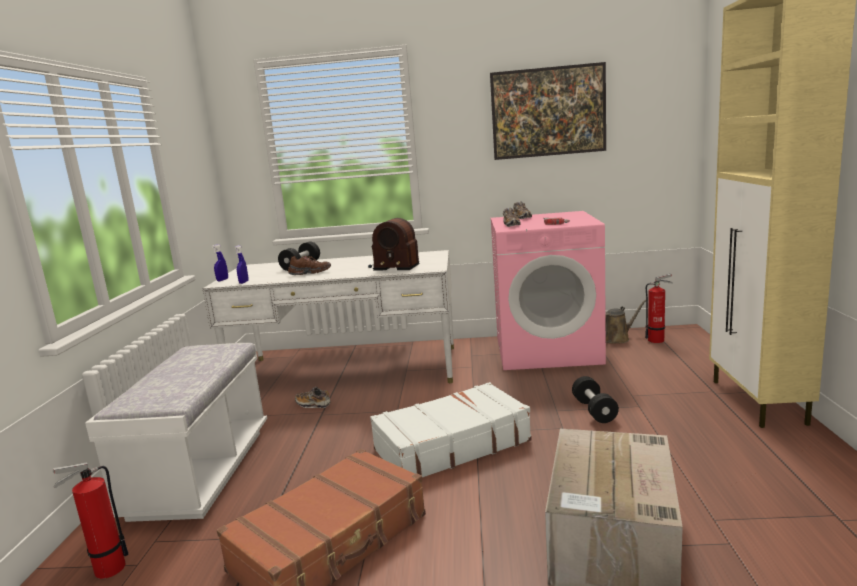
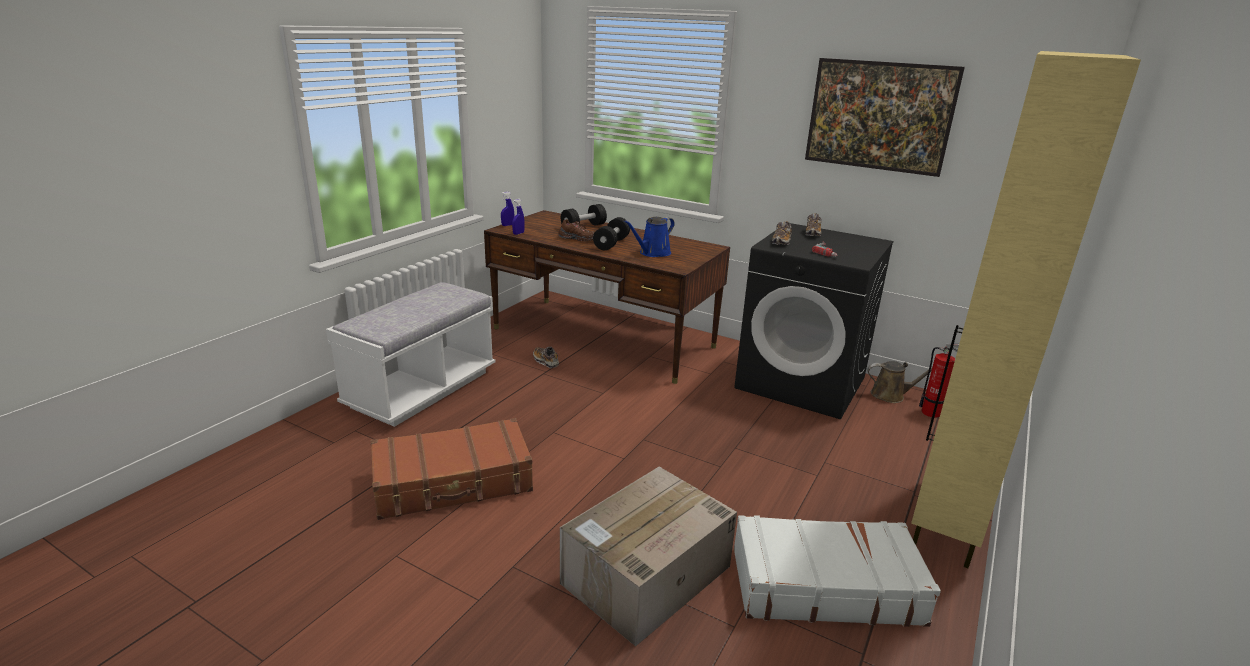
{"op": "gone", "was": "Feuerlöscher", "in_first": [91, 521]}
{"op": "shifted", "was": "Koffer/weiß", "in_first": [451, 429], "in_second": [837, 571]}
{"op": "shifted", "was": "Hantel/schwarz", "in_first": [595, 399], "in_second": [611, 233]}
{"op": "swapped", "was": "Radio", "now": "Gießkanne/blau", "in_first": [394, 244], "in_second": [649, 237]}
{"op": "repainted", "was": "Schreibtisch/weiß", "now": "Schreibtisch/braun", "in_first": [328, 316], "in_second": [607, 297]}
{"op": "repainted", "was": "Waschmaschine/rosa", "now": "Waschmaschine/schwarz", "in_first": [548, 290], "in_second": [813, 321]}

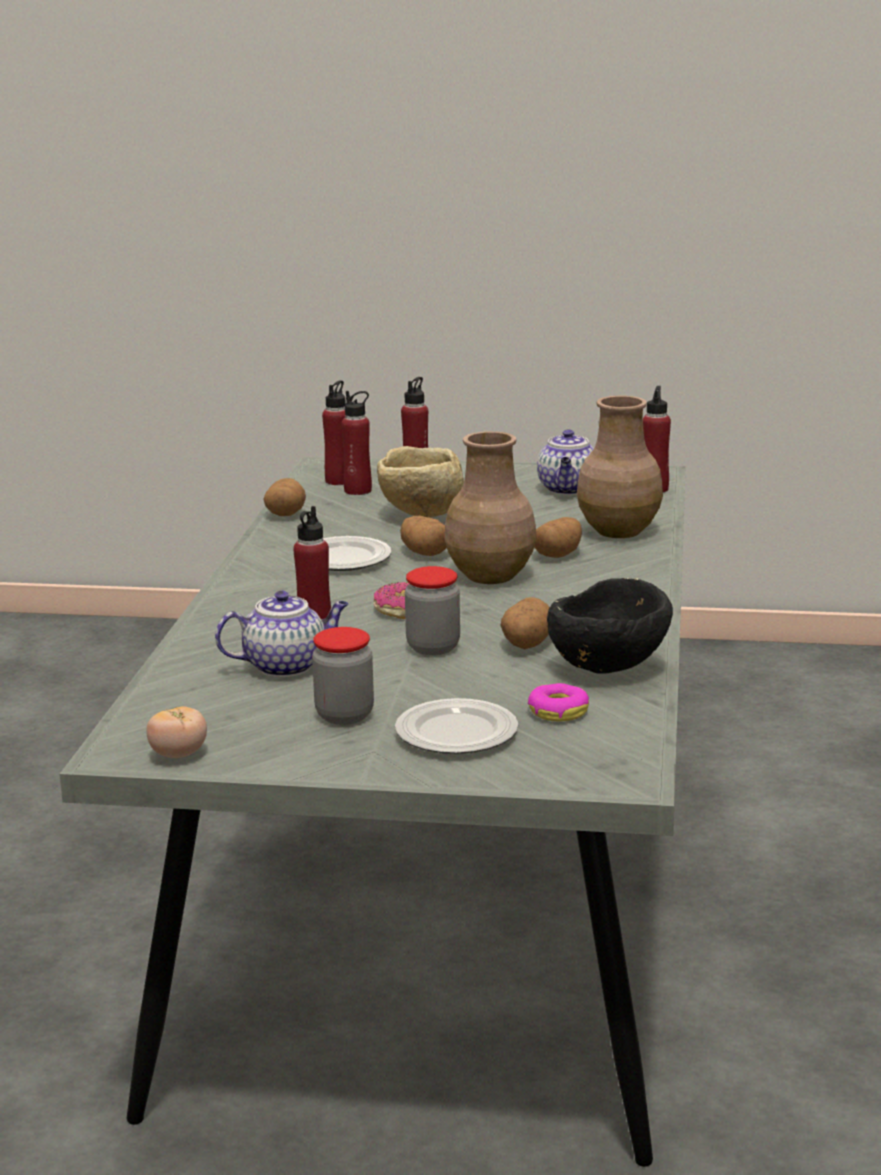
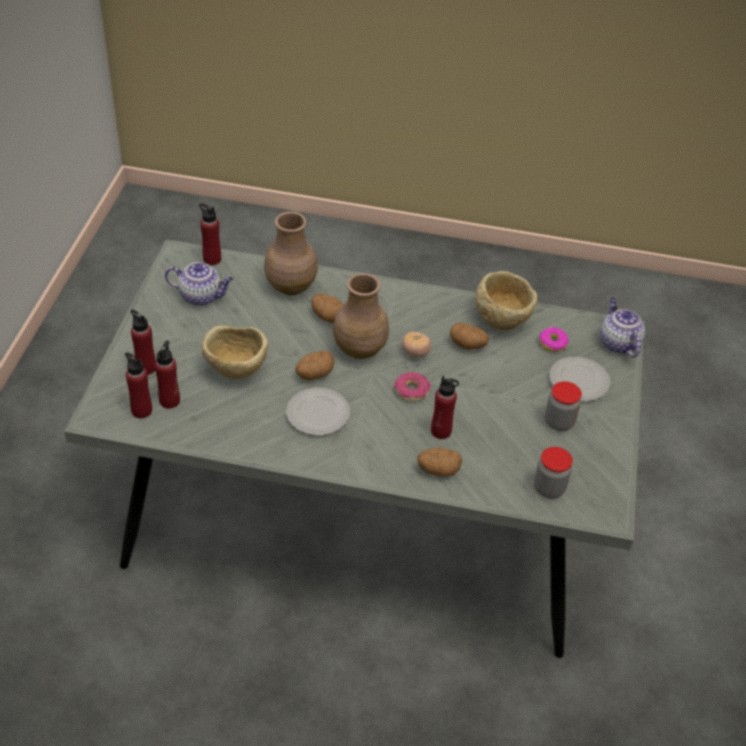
{"op": "shifted", "was": "Tomate", "in_first": [176, 732], "in_second": [416, 345]}
{"op": "shifted", "was": "Teekanne", "in_first": [281, 634], "in_second": [622, 327]}
{"op": "shifted", "was": "Kartoffel", "in_first": [284, 497], "in_second": [439, 462]}
{"op": "shifted", "was": "Vorratsglas", "in_first": [432, 610], "in_second": [553, 473]}
{"op": "repainted", "was": "Schüssel/schwarz", "now": "Schüssel/beige", "in_first": [610, 626], "in_second": [506, 300]}

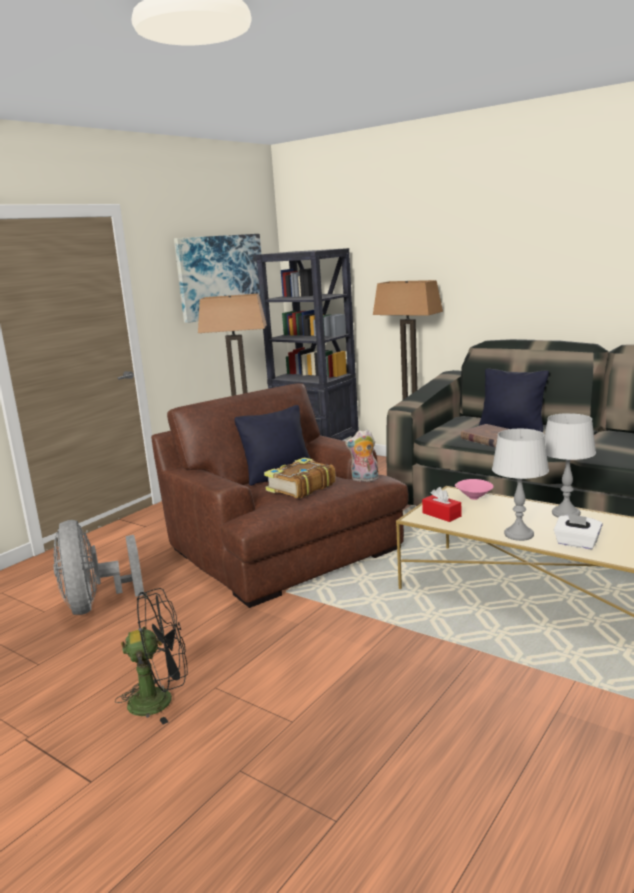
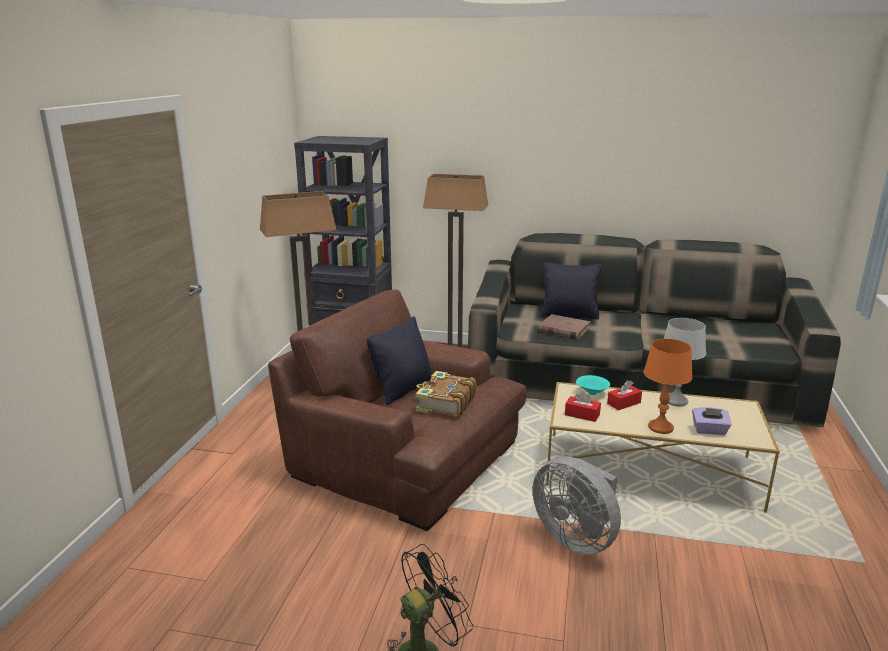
{"op": "gone", "was": "Bild", "in_first": [217, 278]}
{"op": "gone", "was": "Plüschtier", "in_first": [362, 455]}
{"op": "new", "now": "Taschentuchbox/rot", "in_second": [624, 395]}
{"op": "shifted", "was": "Ventilator/grau", "in_first": [98, 567], "in_second": [577, 506]}
{"op": "repainted", "was": "Schüssel/rosa", "now": "Schüssel/türkis", "in_first": [474, 489], "in_second": [593, 385]}
{"op": "repainted", "was": "Tischlampe/grau", "now": "Tischlampe/orange", "in_first": [520, 485], "in_second": [668, 386]}
{"op": "repainted", "was": "Taschentuchbox/weiß", "now": "Taschentuchbox/lila", "in_first": [578, 531], "in_second": [712, 421]}

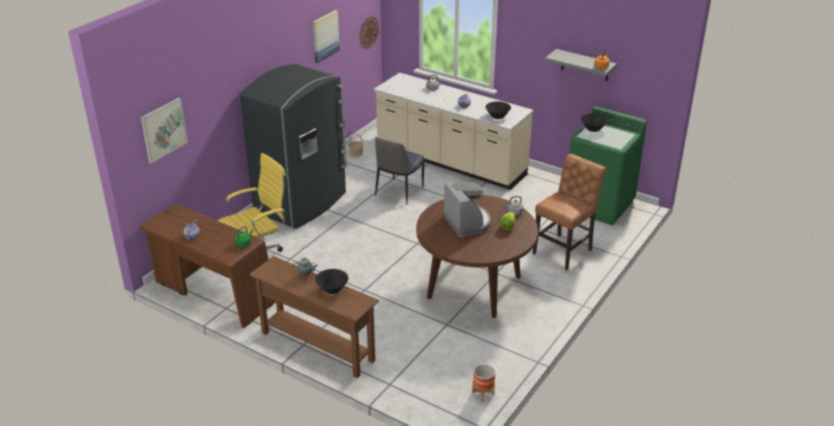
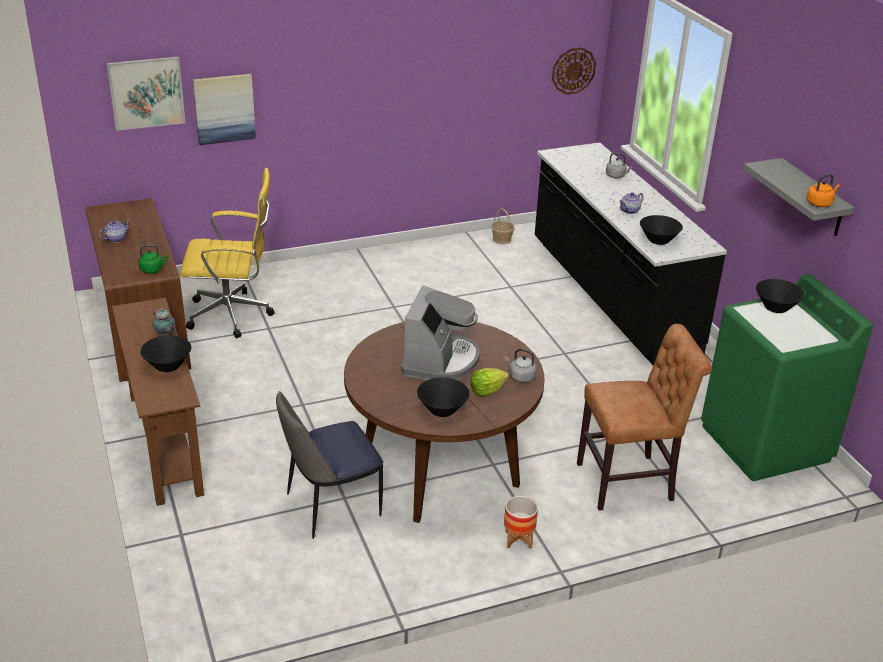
{"op": "gone", "was": "Kühlschrank/grau", "in_first": [293, 146]}
{"op": "new", "now": "Schüssel/schwarz", "in_second": [443, 397]}
{"op": "shifted", "was": "Bild", "in_first": [326, 36], "in_second": [224, 109]}
{"op": "shifted", "was": "Stuhl", "in_first": [399, 171], "in_second": [329, 465]}
{"op": "shifted", "was": "Pflanzkübel", "in_first": [483, 382], "in_second": [521, 522]}
{"op": "repainted", "was": "Küchenzeile/beige", "now": "Küchenzeile/schwarz", "in_first": [453, 131], "in_second": [631, 254]}

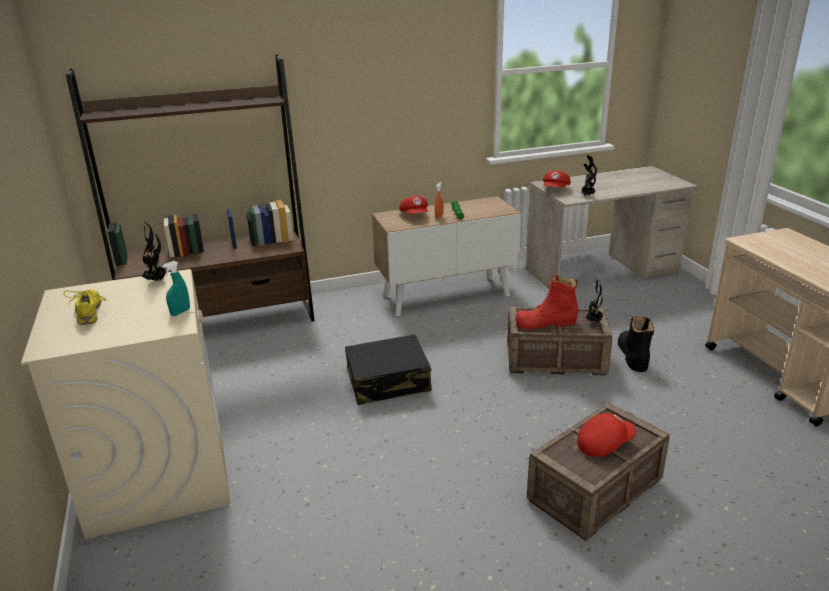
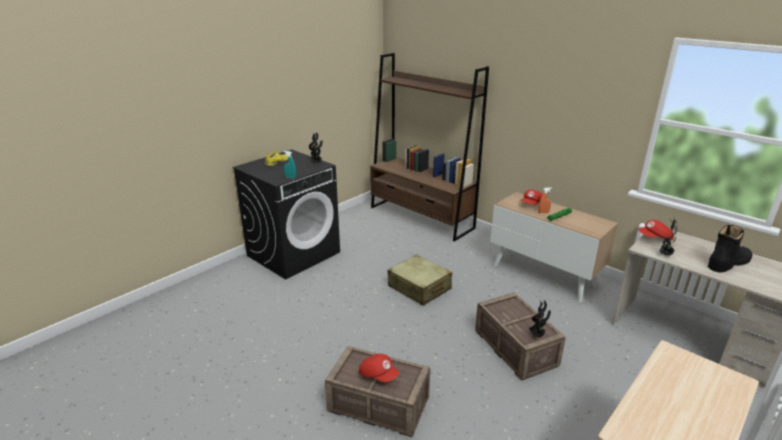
{"op": "gone", "was": "Stiefel/rot", "in_first": [546, 302]}
{"op": "shifted", "was": "Stiefel/schwarz", "in_first": [636, 344], "in_second": [730, 248]}
{"op": "repainted", "was": "Waschmaschine/beige", "now": "Waschmaschine/schwarz", "in_first": [125, 404], "in_second": [286, 214]}
{"op": "repainted", "was": "Koffer/schwarz", "now": "Koffer/beige", "in_first": [388, 369], "in_second": [420, 280]}

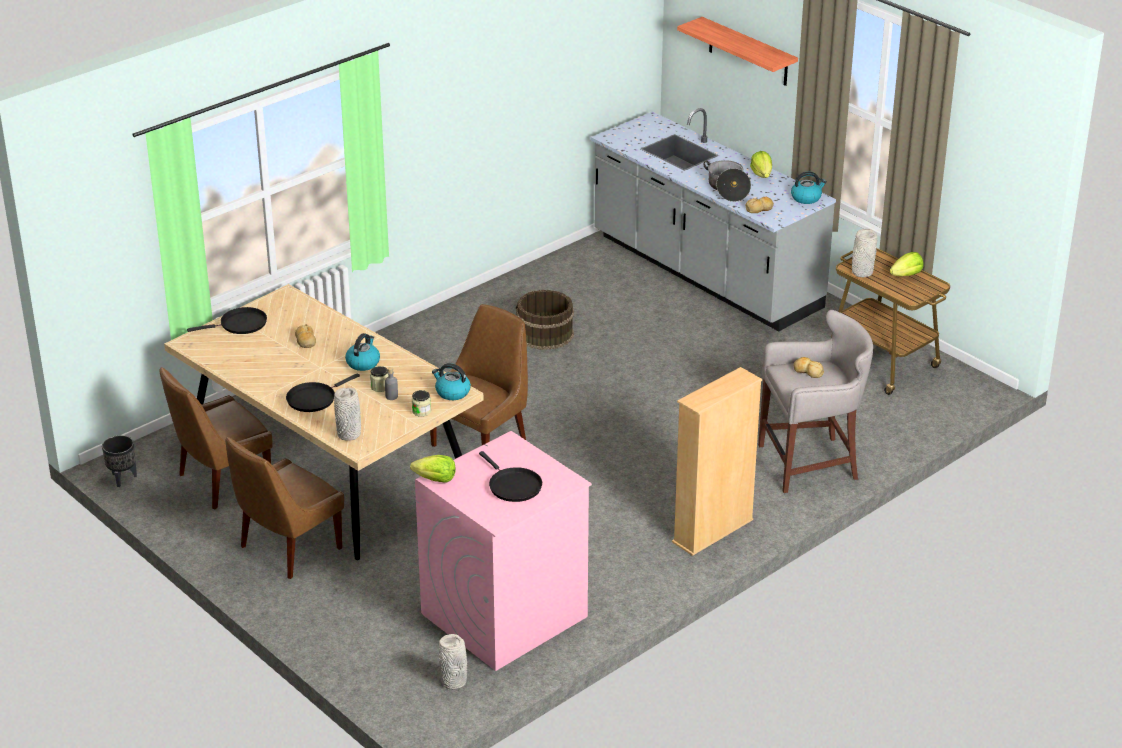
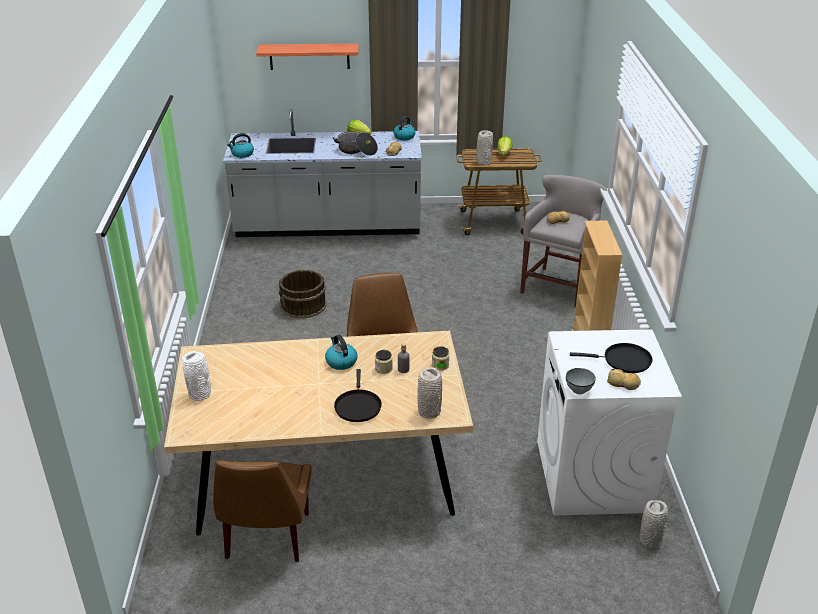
{"op": "gone", "was": "Pflanzkübel/schwarz", "in_first": [119, 461]}
{"op": "gone", "was": "Stuhl/braun", "in_first": [284, 508]}
{"op": "shifted", "was": "Brot", "in_first": [305, 336], "in_second": [624, 379]}
{"op": "shifted", "was": "Wasserkessel", "in_first": [451, 381], "in_second": [240, 145]}
{"op": "swapped", "was": "Pfanne/schwarz", "now": "Vase/weiß", "in_first": [227, 320], "in_second": [196, 376]}
{"op": "swapped", "was": "Salatkopf", "now": "Schüssel/grau", "in_first": [433, 469], "in_second": [581, 381]}
{"op": "repainted", "was": "Waschmaschine/rosa", "now": "Waschmaschine/weiß", "in_first": [503, 551], "in_second": [609, 422]}

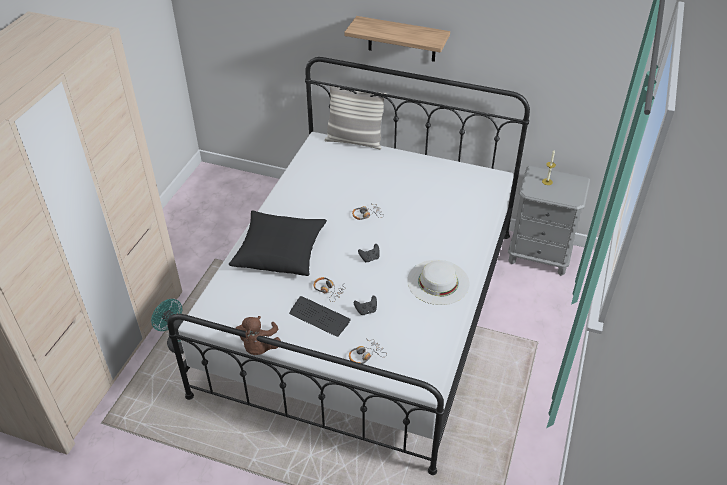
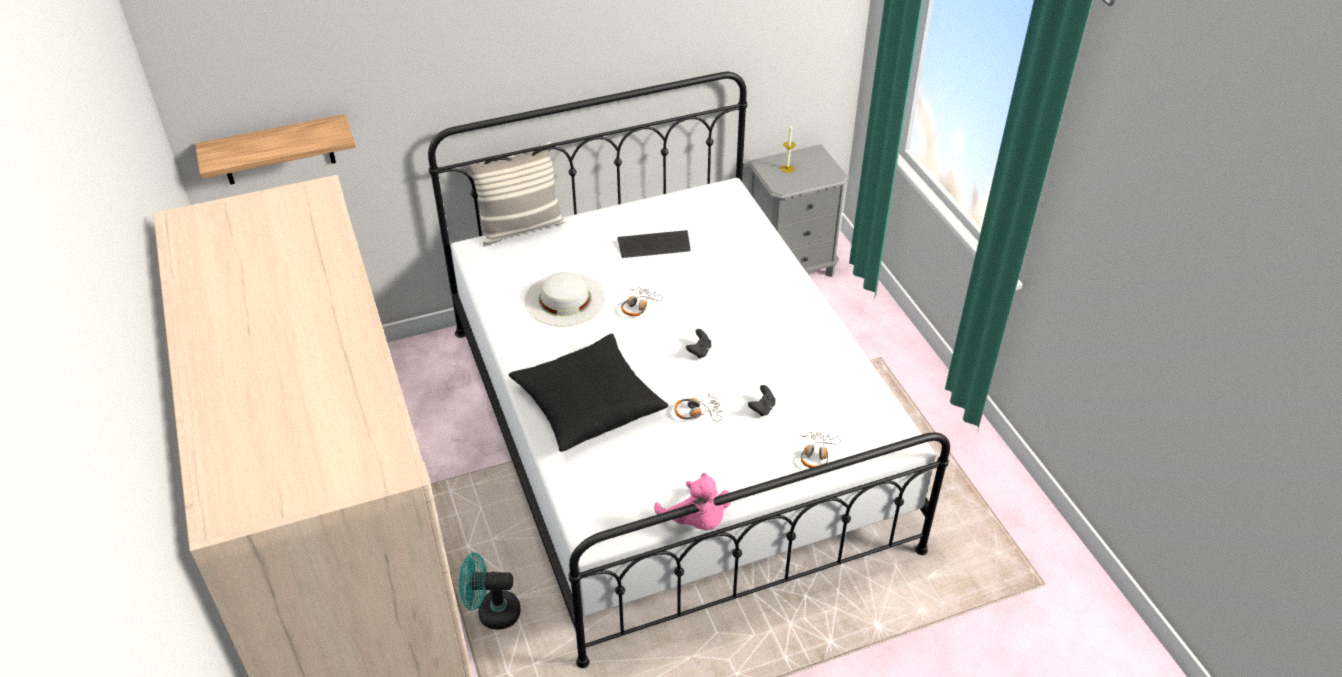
{"op": "shifted", "was": "Tastatur", "in_first": [320, 316], "in_second": [653, 244]}
{"op": "shifted", "was": "Wandregal", "in_first": [397, 39], "in_second": [275, 149]}
{"op": "shifted", "was": "Hut/weiß", "in_first": [438, 282], "in_second": [565, 299]}
{"op": "repainted", "was": "Plüschtier/braun", "now": "Plüschtier/rosa", "in_first": [258, 335], "in_second": [692, 501]}

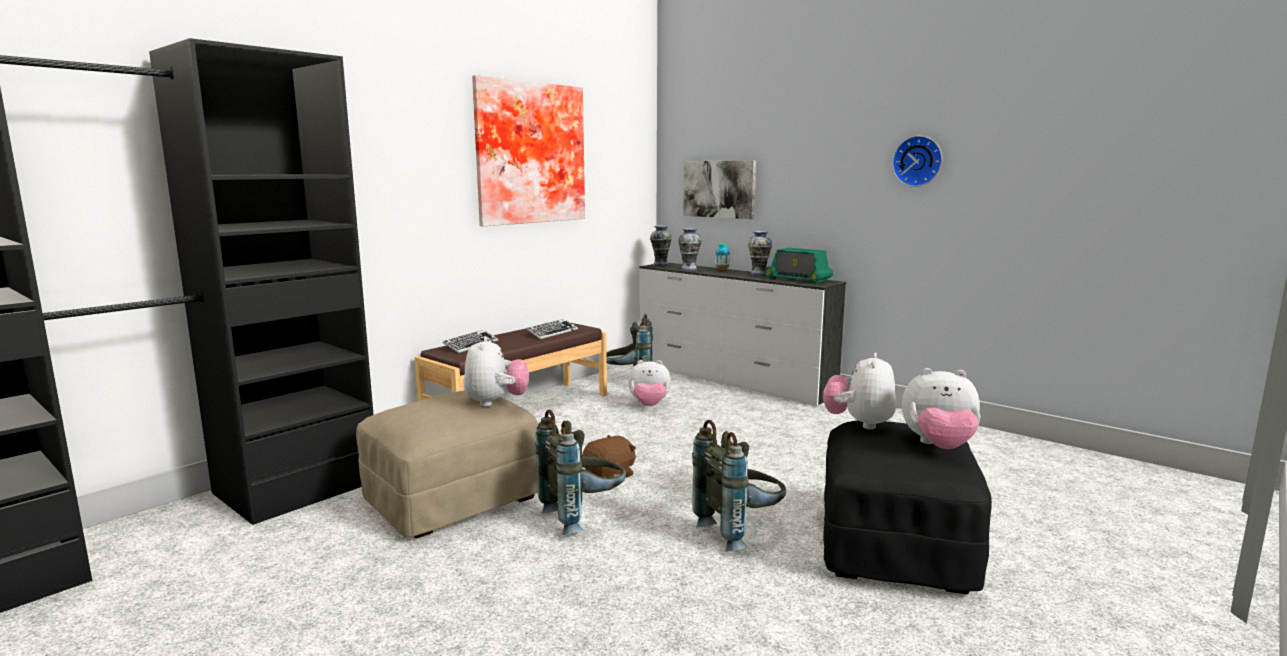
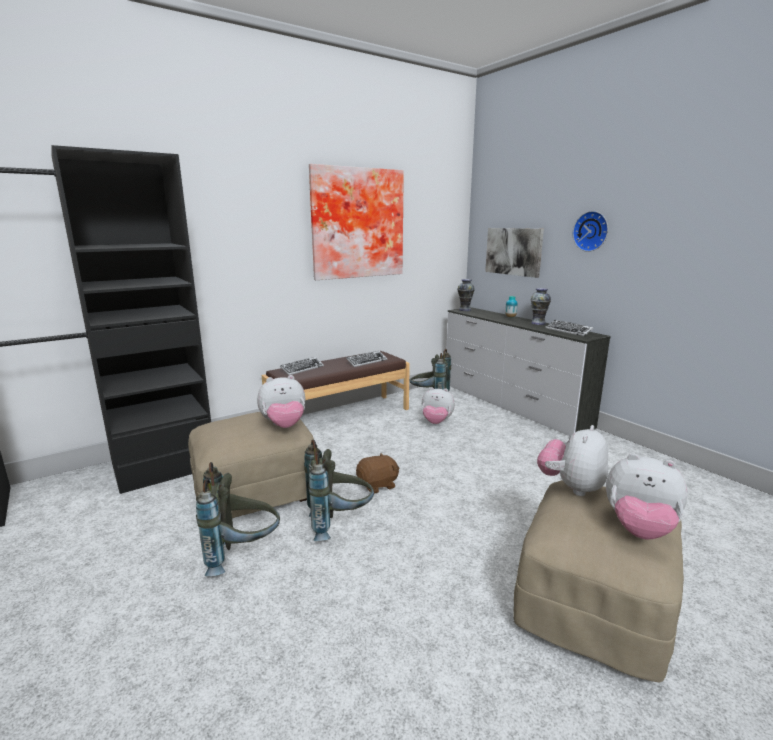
{"op": "gone", "was": "Vase", "in_first": [690, 249]}
{"op": "shifted", "was": "Rucksack/grau", "in_first": [739, 486], "in_second": [238, 519]}
{"op": "shifted", "was": "Wanduhr", "in_first": [917, 161], "in_second": [590, 231]}
{"op": "swapped", "was": "Radio", "now": "Tastatur", "in_first": [798, 266], "in_second": [569, 328]}
{"op": "repainted", "was": "Polsterhocker/schwarz", "now": "Polsterhocker/beige", "in_first": [907, 507], "in_second": [598, 581]}
{"op": "rotated", "was": "Plüschtier", "in_first": [496, 371], "in_second": [281, 401], "clockwise": 60}

